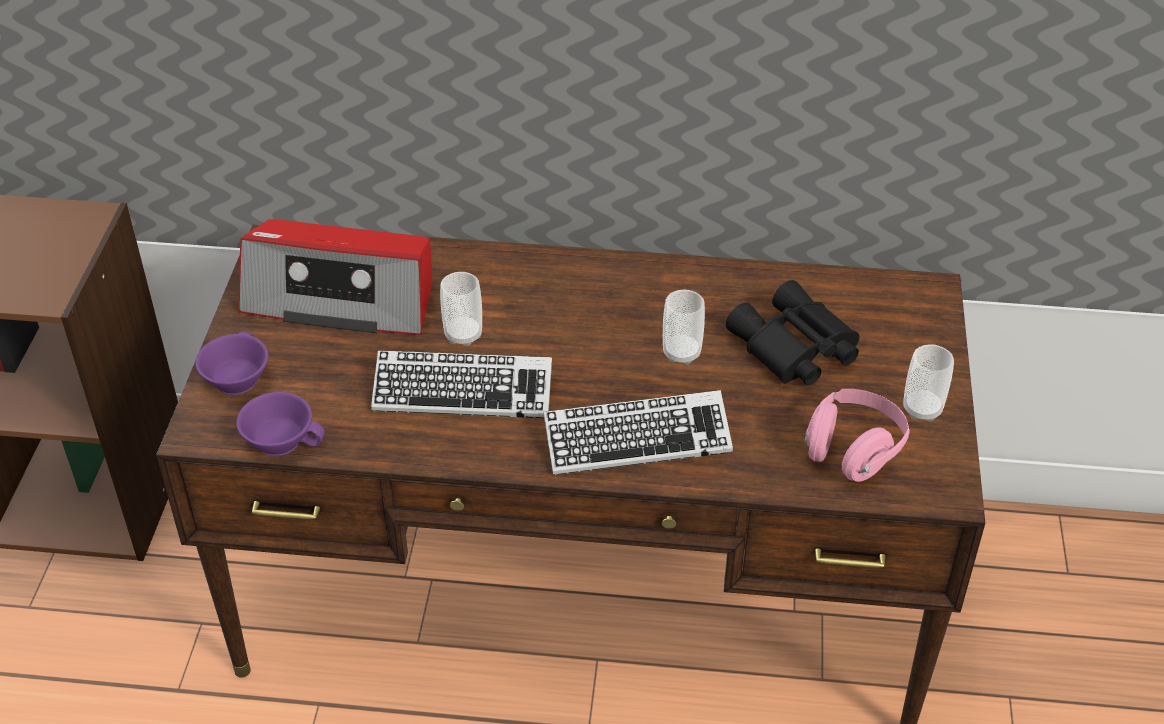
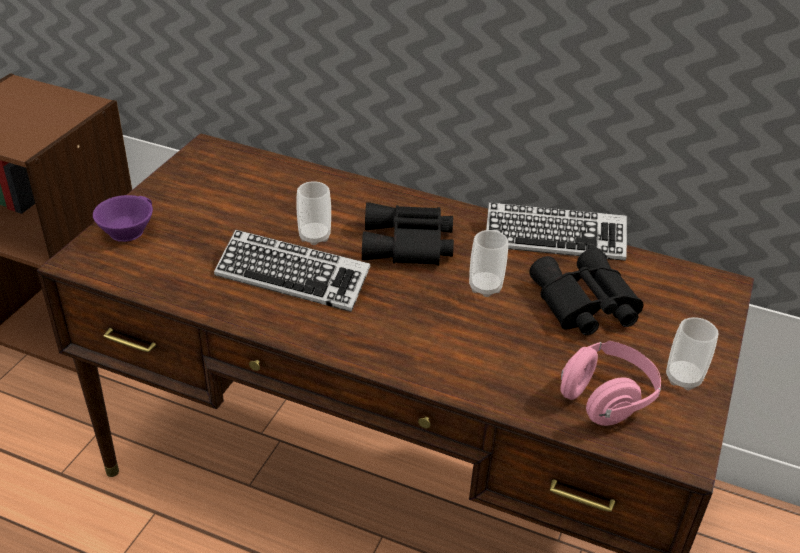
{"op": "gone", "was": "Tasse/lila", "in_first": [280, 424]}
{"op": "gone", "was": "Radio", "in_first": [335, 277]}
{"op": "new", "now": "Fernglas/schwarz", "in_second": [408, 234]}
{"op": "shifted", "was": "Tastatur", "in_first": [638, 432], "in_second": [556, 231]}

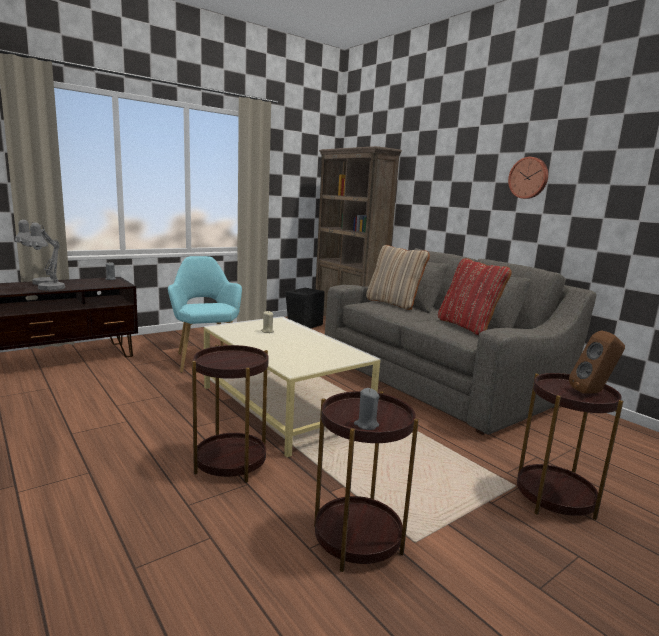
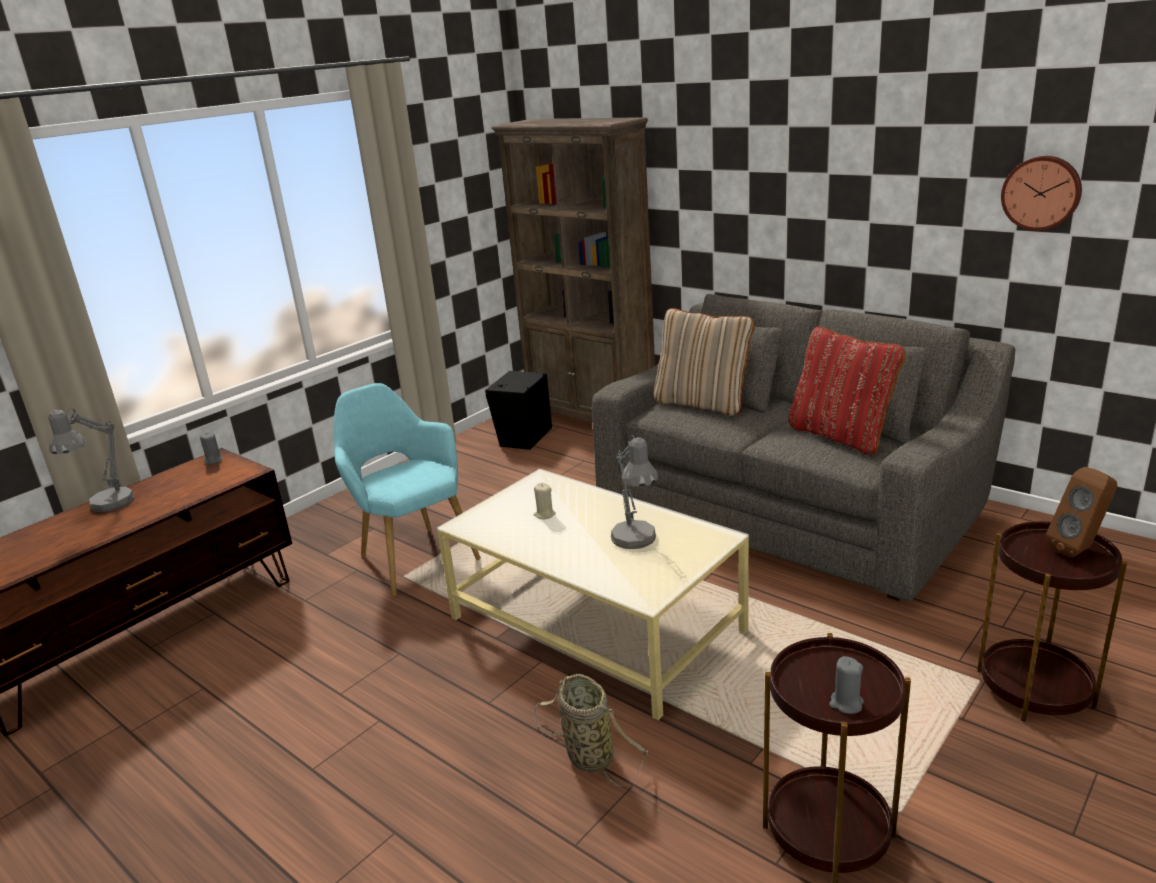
{"op": "shifted", "was": "Tischlampe/grau", "in_first": [45, 257], "in_second": [634, 492]}
{"op": "shifted", "was": "Wanduhr", "in_first": [528, 178], "in_second": [1041, 193]}
{"op": "swapped", "was": "Beistelltisch/braun", "now": "Korb", "in_first": [230, 413], "in_second": [591, 730]}

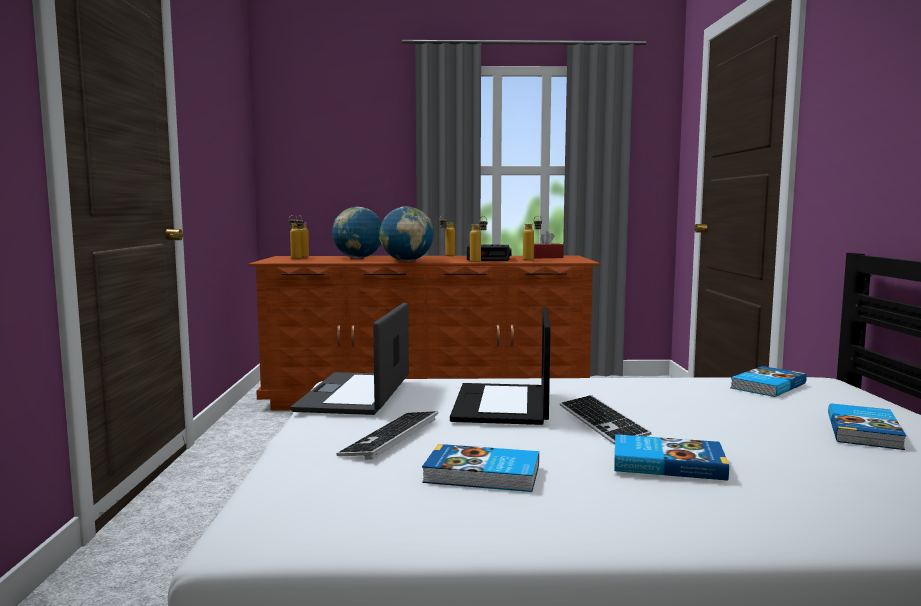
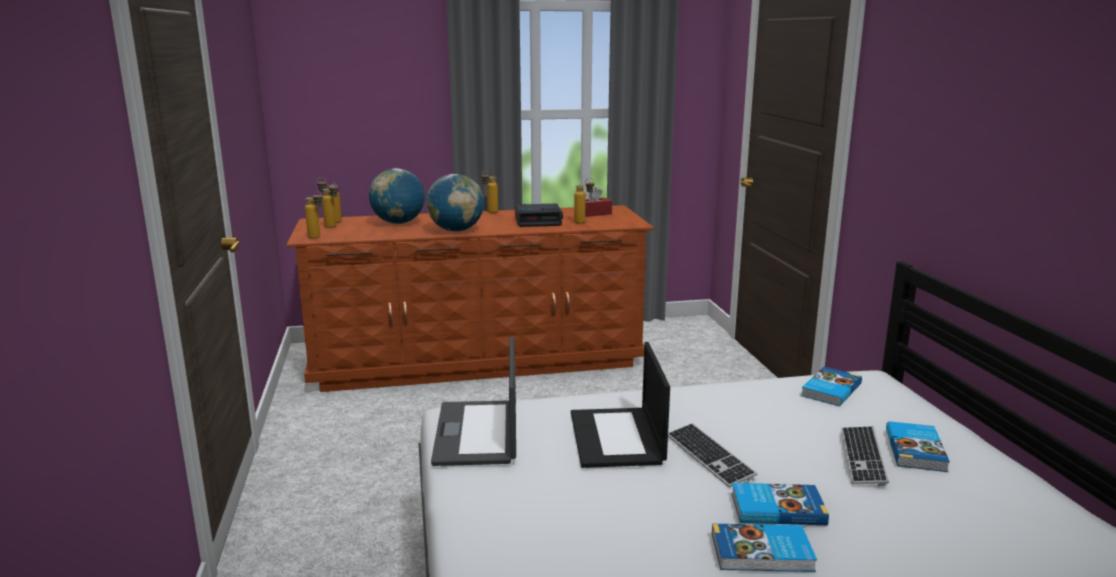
{"op": "shifted", "was": "Tastatur", "in_first": [387, 435], "in_second": [865, 456]}
{"op": "shifted", "was": "Buch", "in_first": [480, 468], "in_second": [764, 548]}
{"op": "shifted", "was": "Flasche", "in_first": [478, 239], "in_second": [314, 214]}

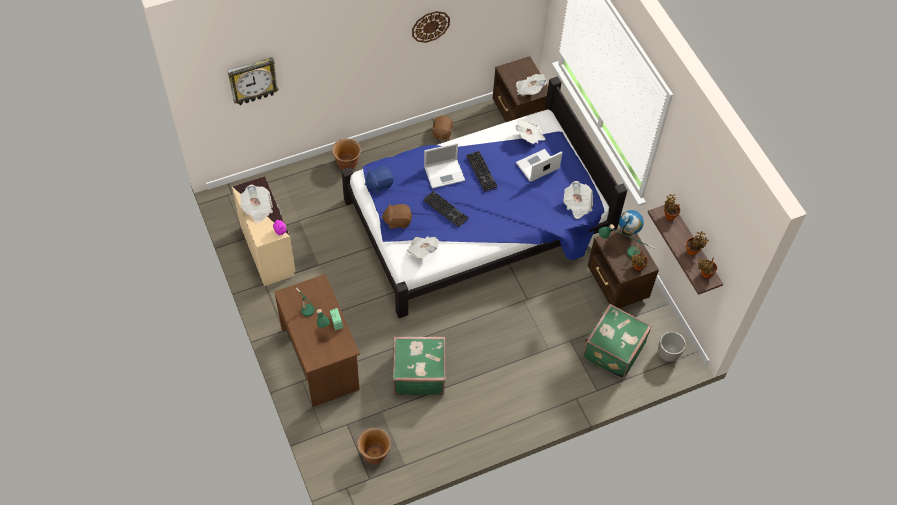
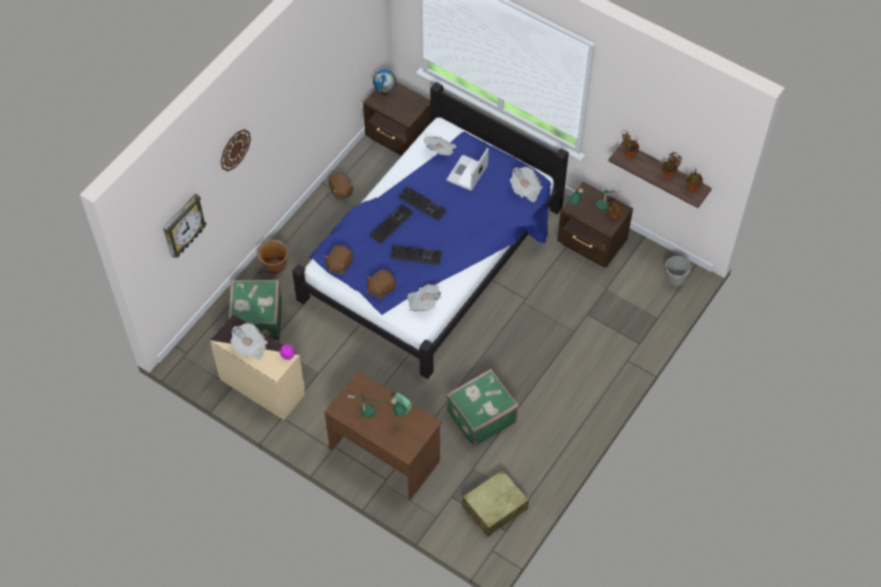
{"op": "gone", "was": "Zeitung", "in_first": [531, 84]}
{"op": "shifted", "was": "Wanduhr", "in_first": [431, 27], "in_second": [236, 150]}
{"op": "shifted", "was": "Koffer/grün", "in_first": [617, 341], "in_second": [254, 310]}
{"op": "shifted", "was": "Globus", "in_first": [631, 222], "in_second": [384, 82]}
{"op": "swapped", "was": "Pflanzkübel/braun", "now": "Koffer/beige", "in_first": [374, 446], "in_second": [495, 502]}
{"op": "swapped", "was": "Laptop", "now": "Tastatur", "in_first": [444, 165], "in_second": [391, 224]}
{"op": "repainted", "was": "Plüschtier/blau", "now": "Plüschtier/braun", "in_first": [379, 179], "in_second": [338, 260]}

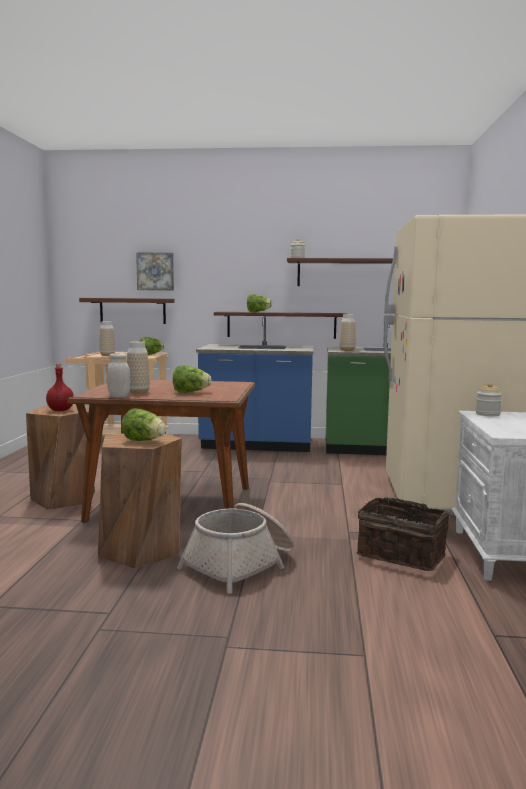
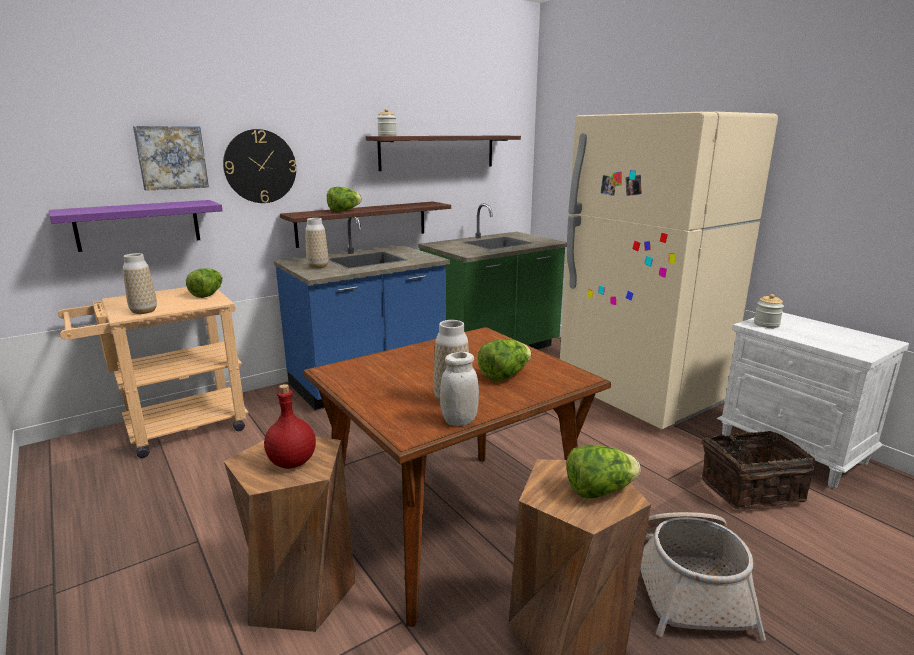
{"op": "new", "now": "Wanduhr", "in_second": [260, 166]}
{"op": "shifted", "was": "Vase", "in_first": [347, 332], "in_second": [316, 243]}
{"op": "repainted", "was": "Wandregal/braun", "now": "Wandregal/lila", "in_first": [127, 311], "in_second": [136, 226]}

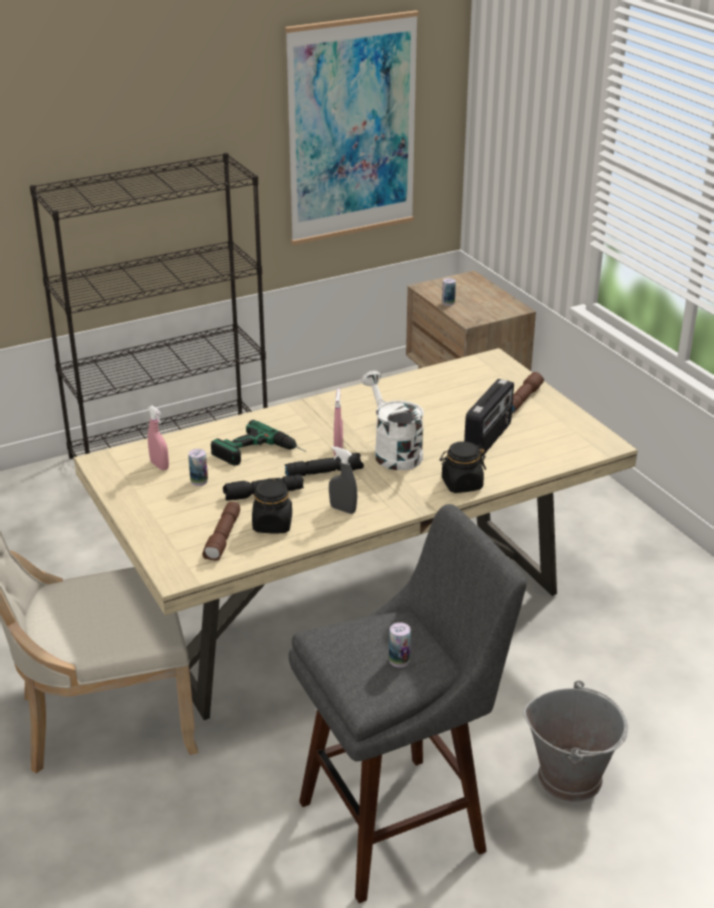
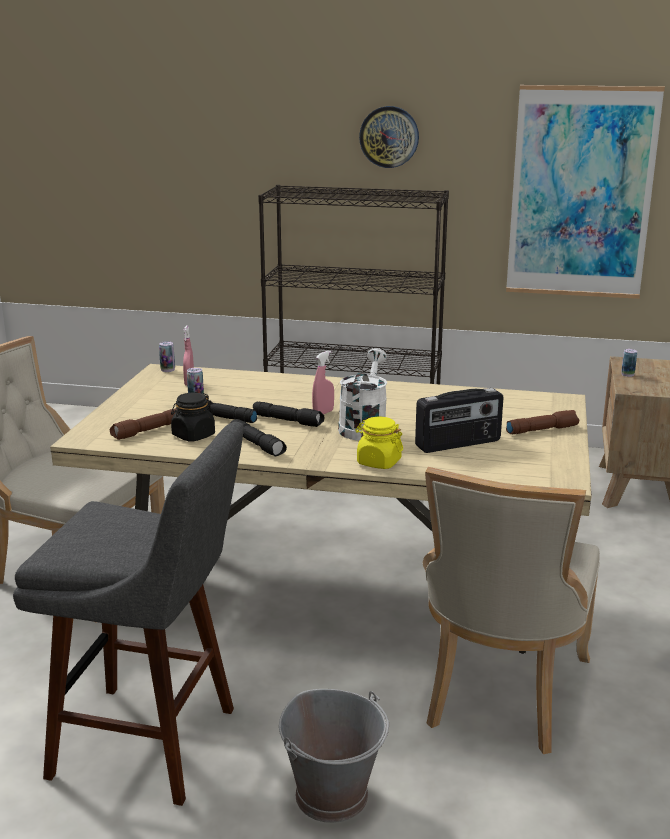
{"op": "gone", "was": "Bohrmaschine", "in_first": [259, 443]}
{"op": "new", "now": "Wanduhr", "in_second": [389, 137]}
{"op": "new", "now": "Stuhl/beige", "in_second": [511, 610]}
{"op": "shifted", "was": "Dose", "in_first": [400, 644], "in_second": [167, 356]}
{"op": "swapped", "was": "Sprühflasche/grau", "now": "Taschenlampe/schwarz", "in_first": [343, 480], "in_second": [259, 437]}
{"op": "repainted", "was": "Vorratsglas/schwarz", "now": "Vorratsglas/gelb", "in_first": [462, 467], "in_second": [379, 443]}

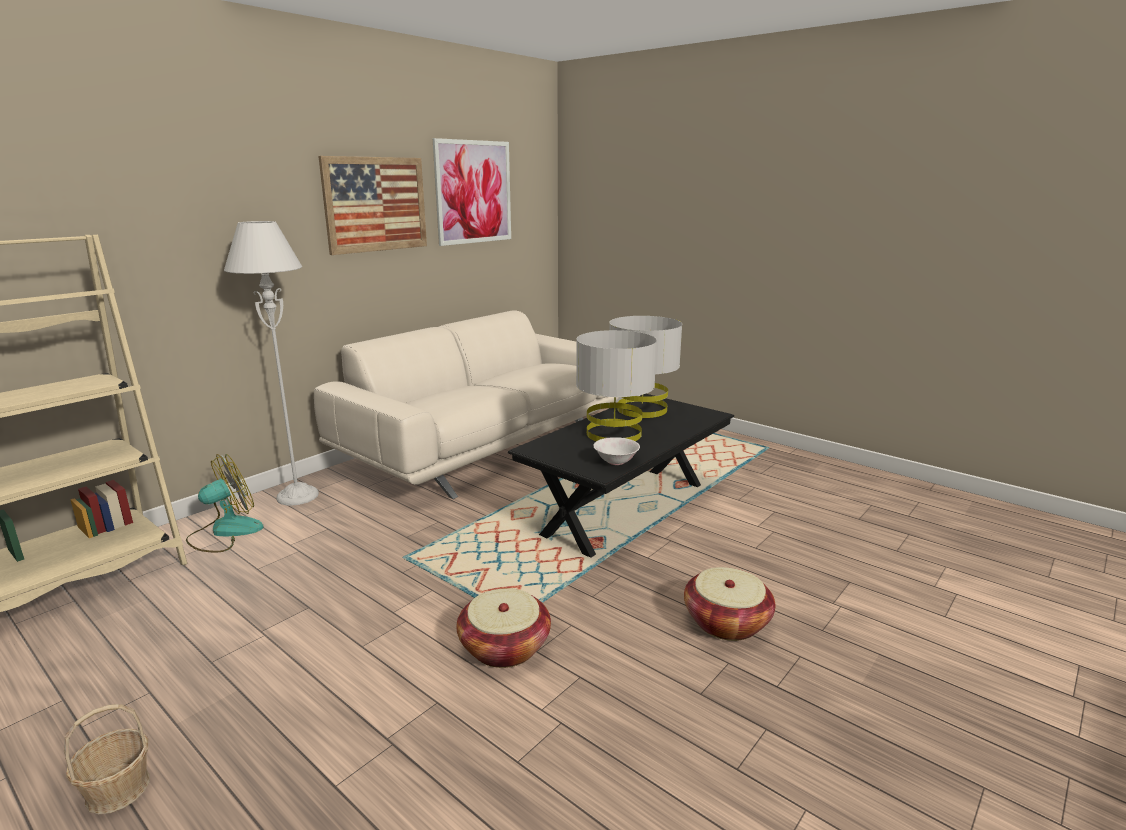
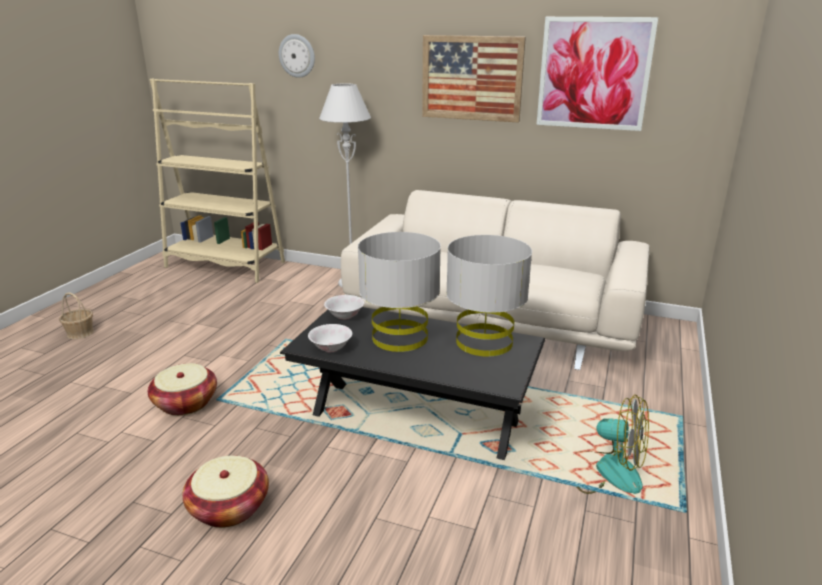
{"op": "new", "now": "Wanduhr", "in_second": [297, 56]}
{"op": "new", "now": "Schüssel/weiß", "in_second": [344, 307]}
{"op": "shifted", "was": "Ventilator", "in_first": [225, 503], "in_second": [612, 444]}

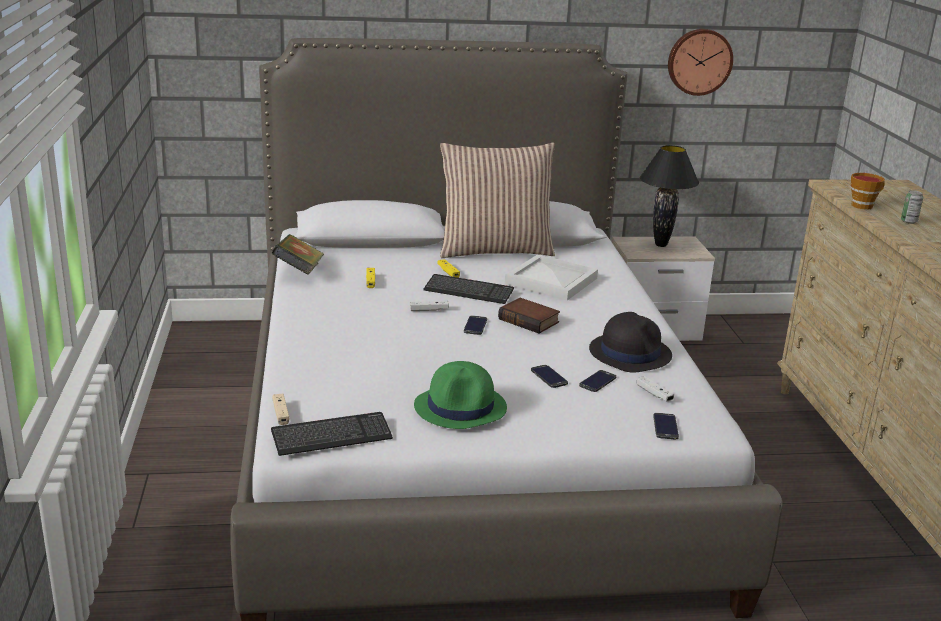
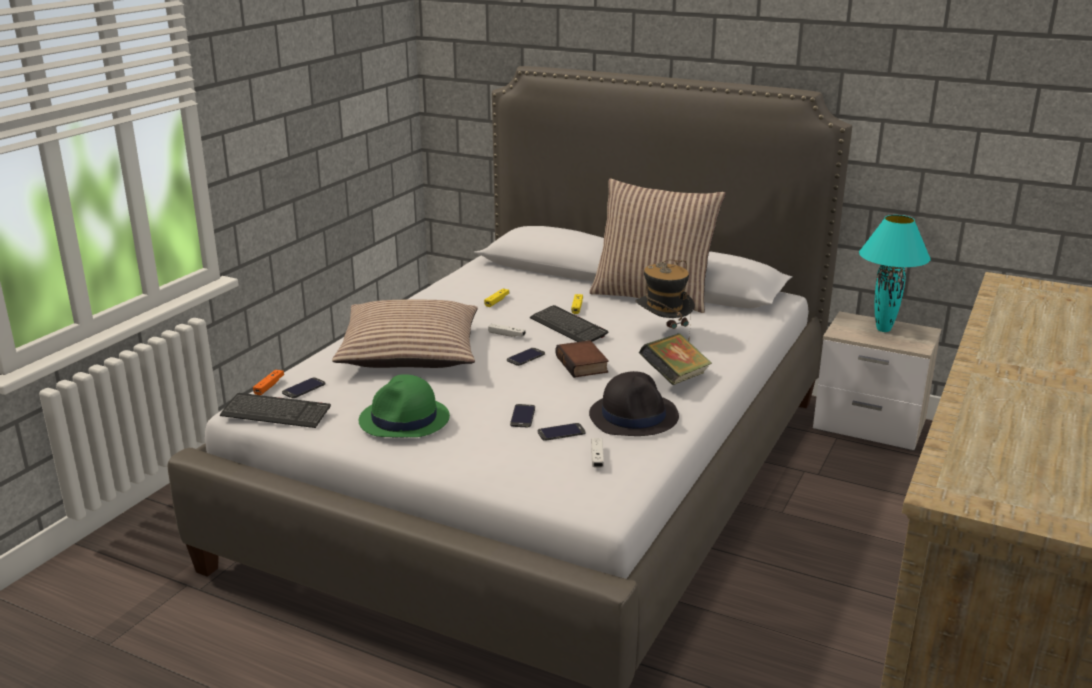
{"op": "gone", "was": "Wanduhr", "in_first": [700, 62]}
{"op": "gone", "was": "Tasse", "in_first": [868, 191]}
{"op": "gone", "was": "Dose", "in_first": [912, 207]}
{"op": "new", "now": "Kissen", "in_second": [405, 333]}
{"op": "shifted", "was": "Buch", "in_first": [298, 254], "in_second": [675, 359]}
{"op": "shifted", "was": "Handy", "in_first": [666, 426], "in_second": [303, 387]}
{"op": "swapped", "was": "Tablett/weiß", "now": "Hut", "in_first": [551, 277], "in_second": [665, 300]}
{"op": "repainted", "was": "Gamepad/beige", "now": "Gamepad/orange", "in_first": [281, 409], "in_second": [268, 382]}
{"op": "repainted", "was": "Tischlampe/schwarz", "now": "Tischlampe/türkis", "in_first": [669, 196], "in_second": [895, 273]}

